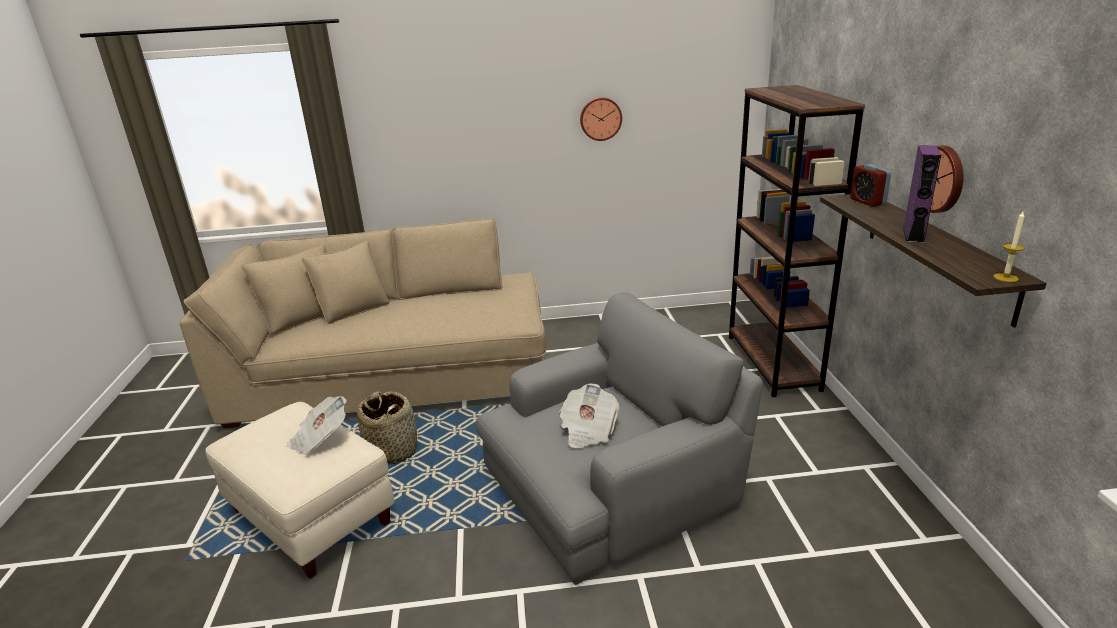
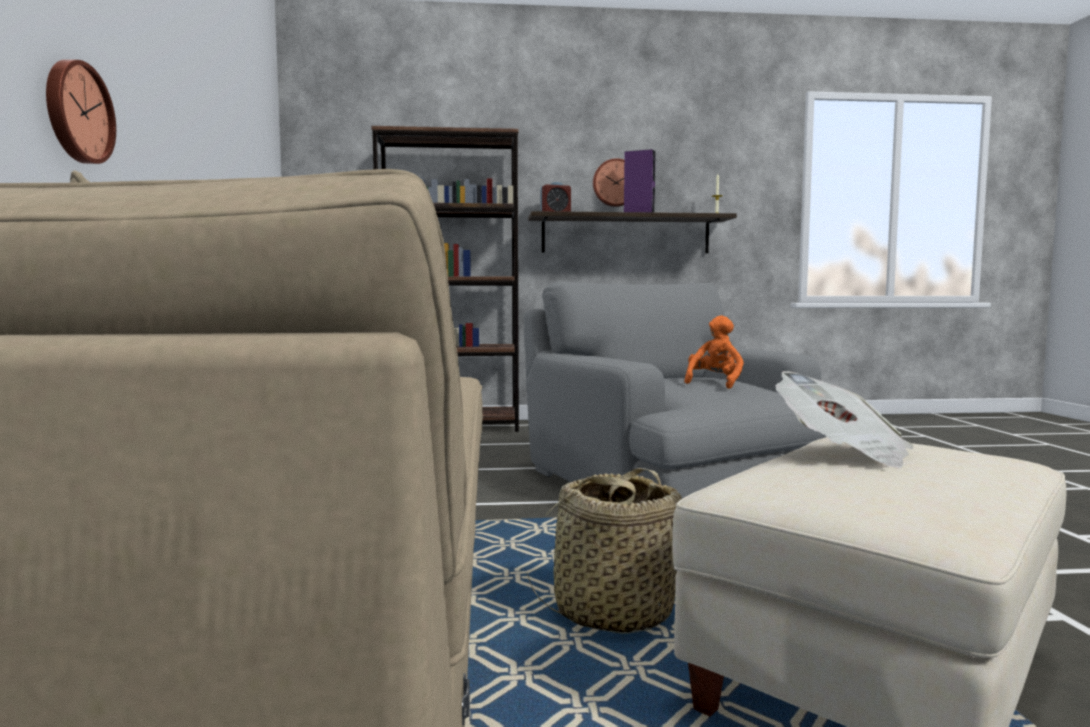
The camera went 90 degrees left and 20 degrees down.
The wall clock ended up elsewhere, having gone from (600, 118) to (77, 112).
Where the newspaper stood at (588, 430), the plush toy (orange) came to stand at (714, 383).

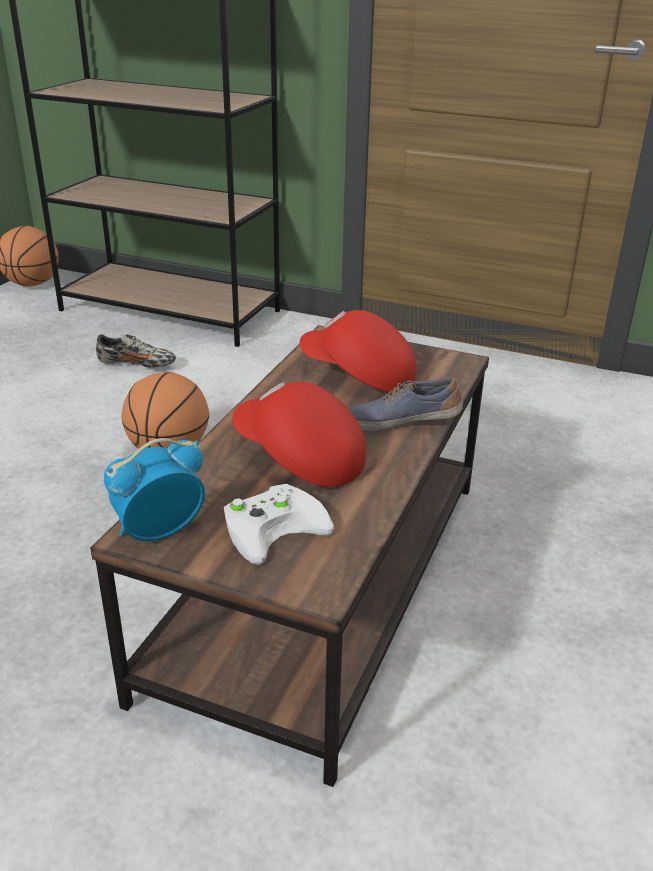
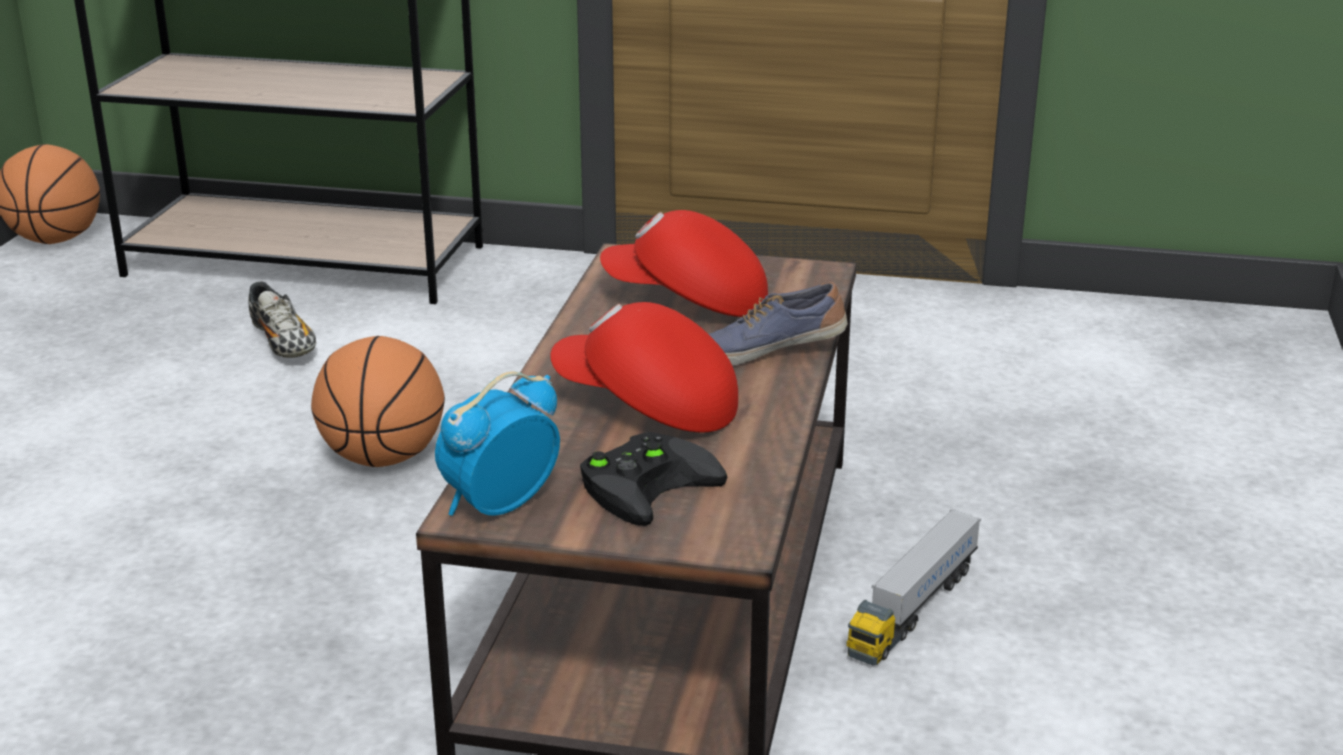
The camera went 10 degrees left and 5 degrees down.
The shoe at (137, 365) ended up facing another way, 60 degrees clockwise from before.
What was the game controller (white) at (275, 525) turned into the game controller (black) at (647, 483).
The second view gained the toy truck at (913, 609).

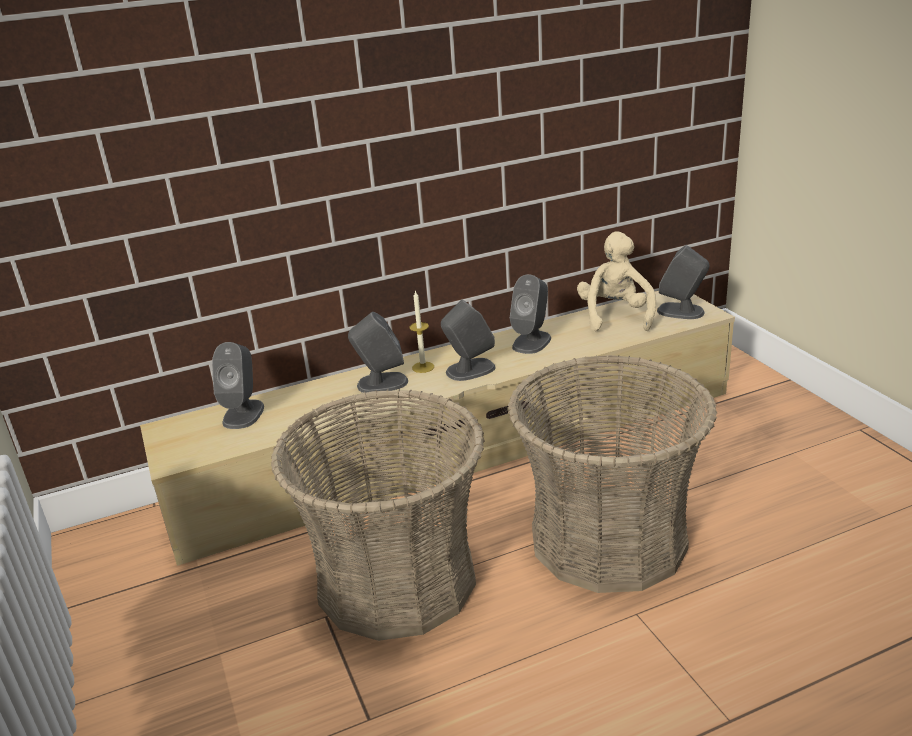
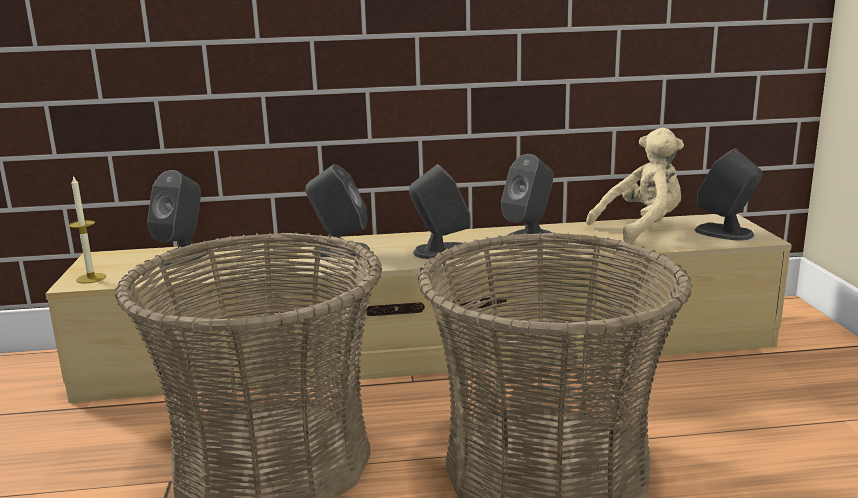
The camera went 15 degrees right and 10 degrees down.
The candle ended up elsewhere, having gone from (423, 367) to (91, 278).
The plush toy (beige) at (615, 316) ended up facing another way, 45 degrees clockwise from before.

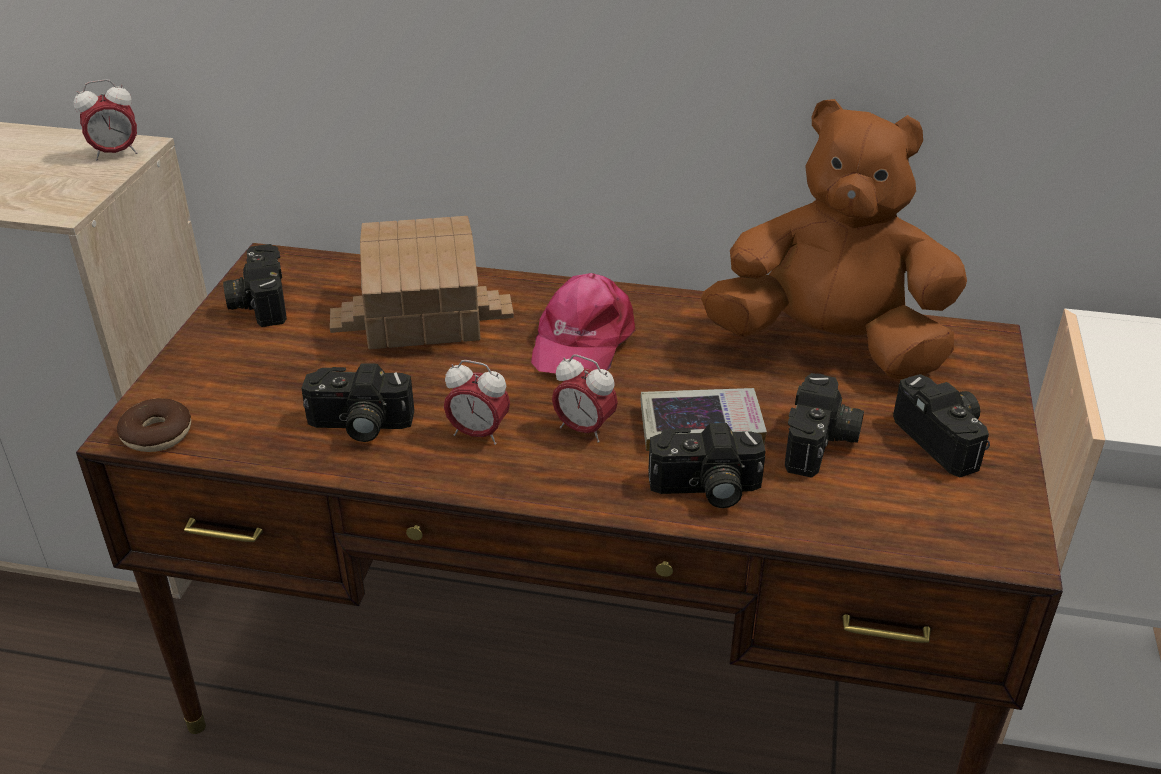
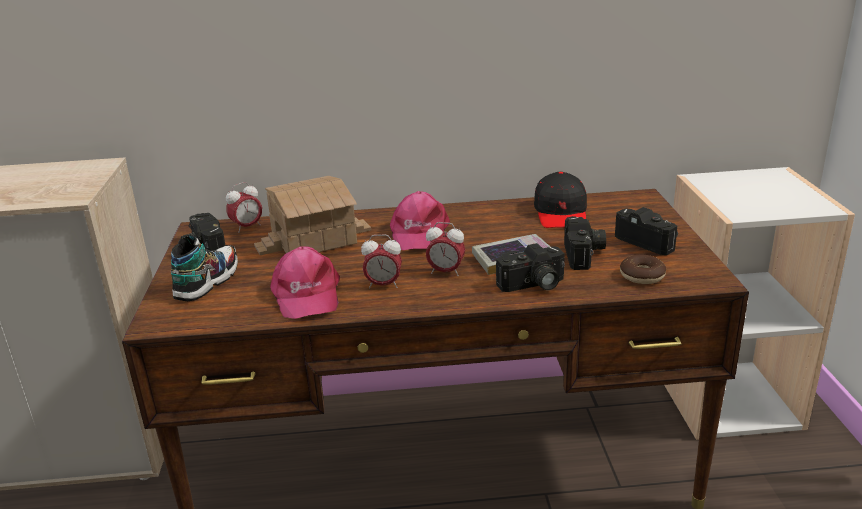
The camera went 15 degrees left and 10 degrees down.
The second view gained the shoe at (207, 282).
The alarm clock ended up elsewhere, having gone from (116, 153) to (247, 227).
Where the photo camera stood at (358, 426), the cap (pink) came to stand at (306, 294).
Where the plush toy (brown) stood at (829, 346), the cap (black) came to stand at (561, 213).
The donut ended up elsewhere, having gone from (157, 434) to (642, 276).

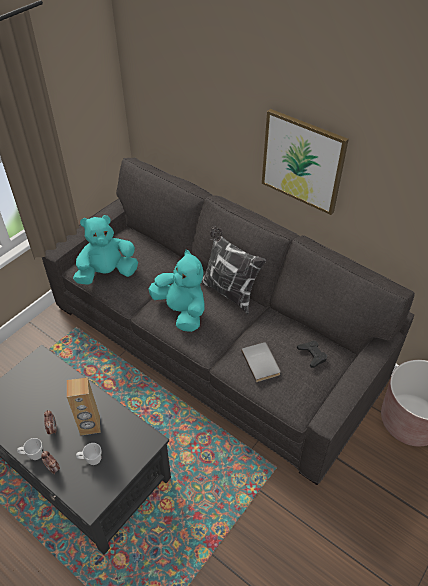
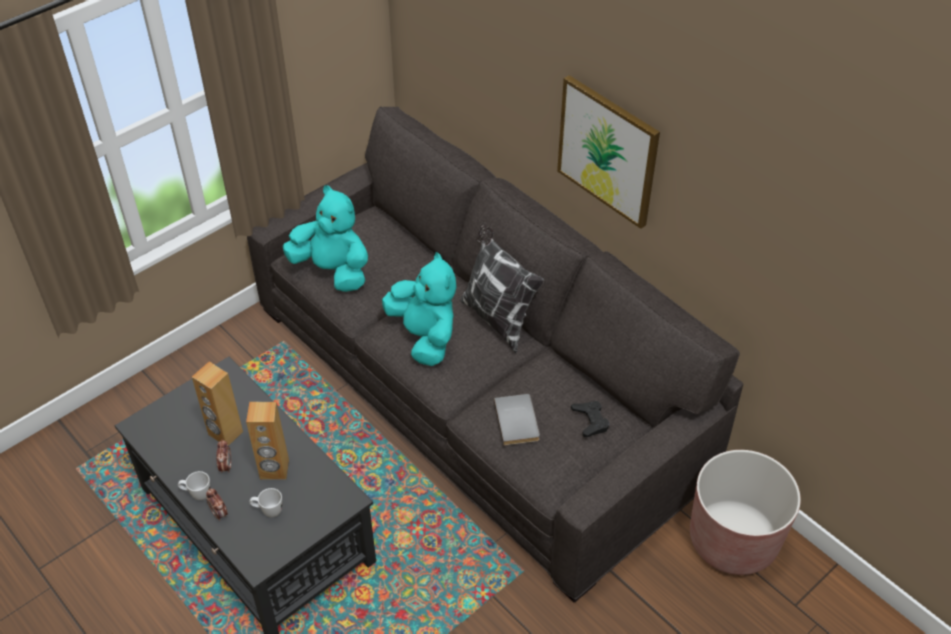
The camera went 10 degrees right and 0 degrees up.
The second view gained the speaker (brown) at (225, 433).
The plush toy (turquoise) at (107, 273) ended up facing another way, 45 degrees clockwise from before.

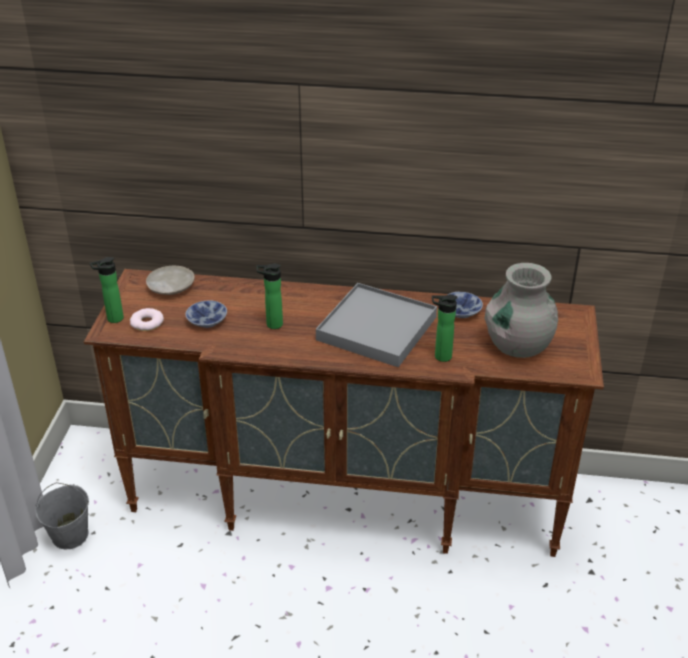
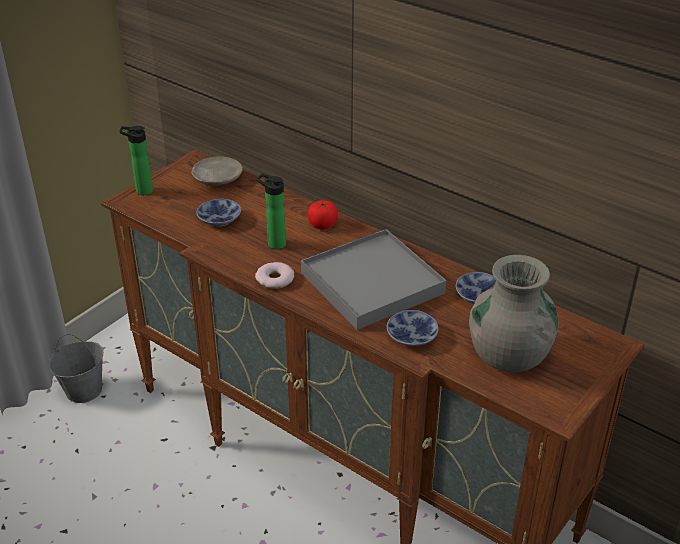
The camera went 30 degrees right and 0 degrees up.
The donut ended up elsewhere, having gone from (147, 323) to (274, 279).
The second view gained the tomato at (322, 225).
Where the bottle stood at (440, 356), the bowl came to stand at (411, 335).

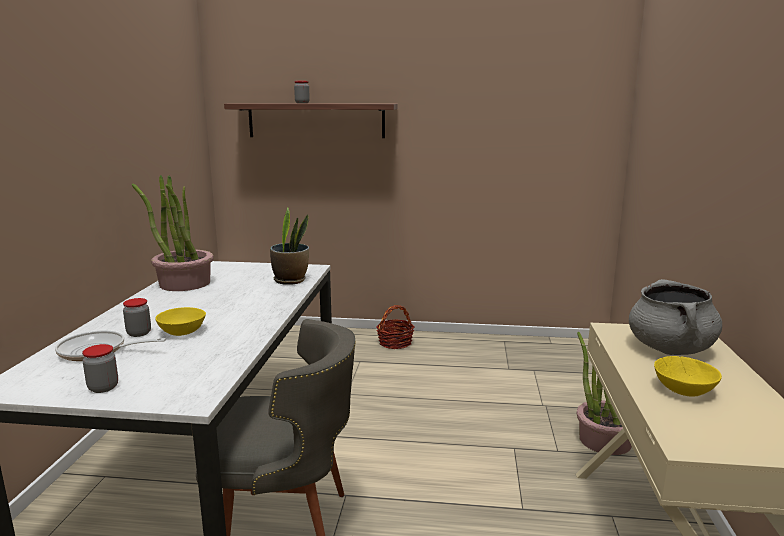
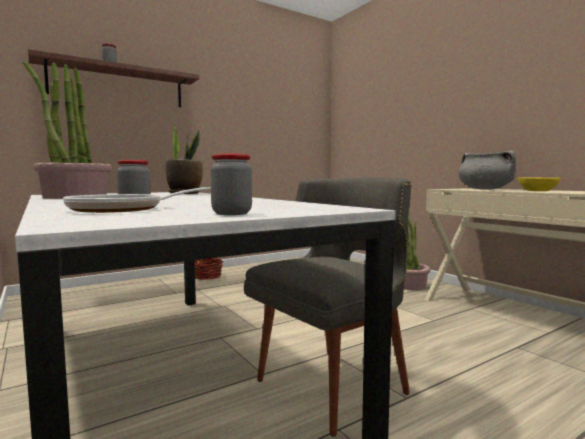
The camera went 40 degrees left and 10 degrees down.
The second view lost the bowl (yellow) at (181, 332).

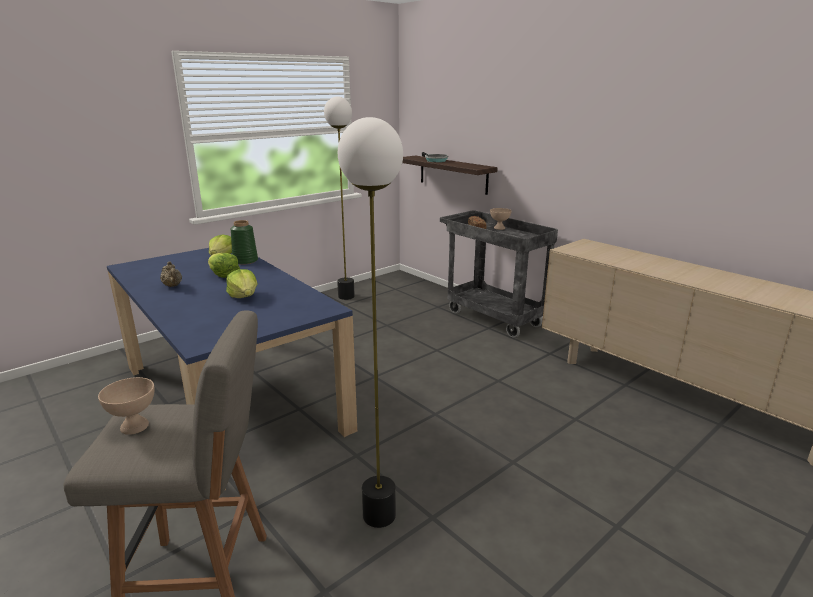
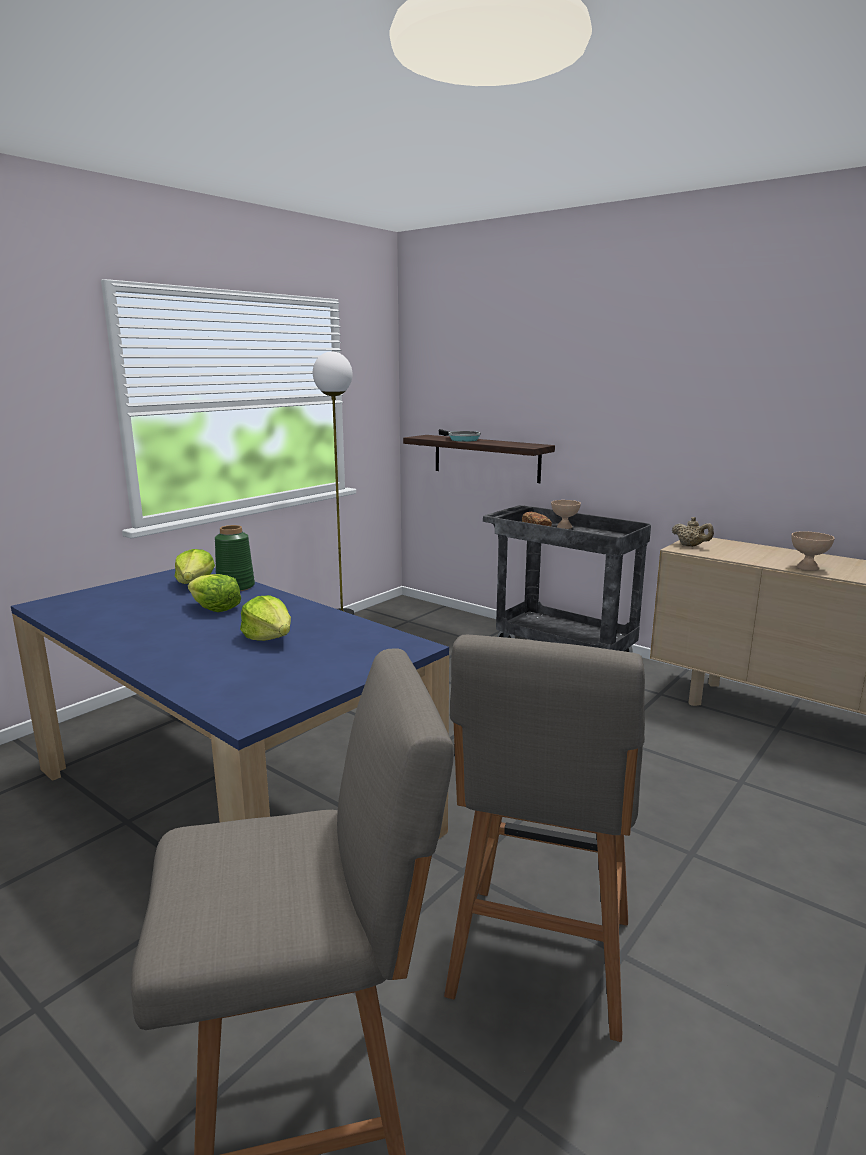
The camera went 10 degrees left and 5 degrees down.
Where the floor lamp stood at (378, 515), the stool (grey) came to stand at (540, 962).
The teapot (beige) ended up elsewhere, having gone from (173, 286) to (691, 546).
The bowl (beige) ended up elsewhere, having gone from (133, 427) to (807, 568).

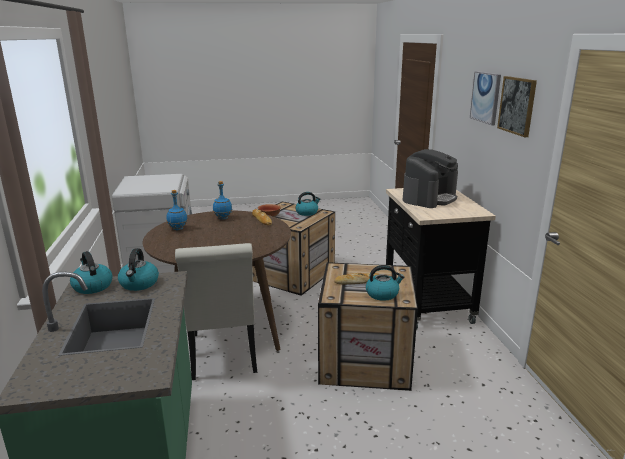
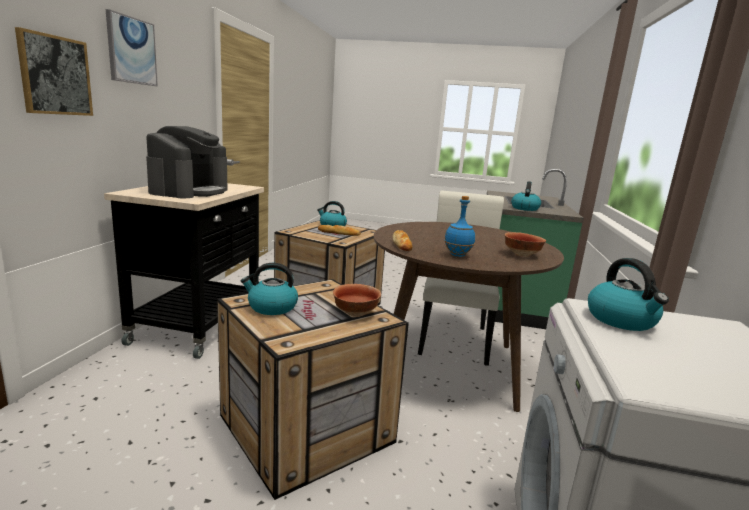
The camera went 160 degrees left and 5 degrees down.
The picture ended up elsewhere, having gone from (517, 105) to (55, 75).
The coffee machine at (429, 198) ended up facing another way, 135 degrees clockwise from before.
Where the bottle (blue) stood at (178, 229), the bowl came to stand at (521, 254).
The kettle ended up elsewhere, having gone from (92, 286) to (622, 320).

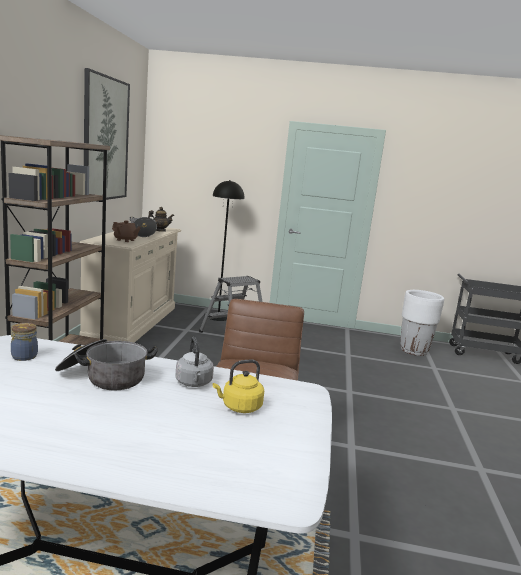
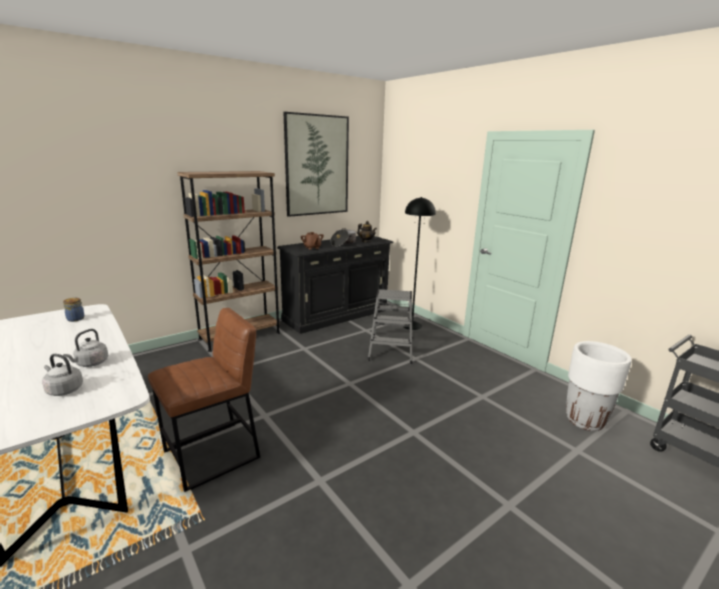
The camera went 45 degrees right and 5 degrees up.
What was the kettle (yellow) at (239, 407) turned into the kettle (grey) at (63, 390).
What was the cabinet (beige) at (132, 322) turned into the cabinet (black) at (337, 315).
The second view lost the cooking pot at (104, 377).

